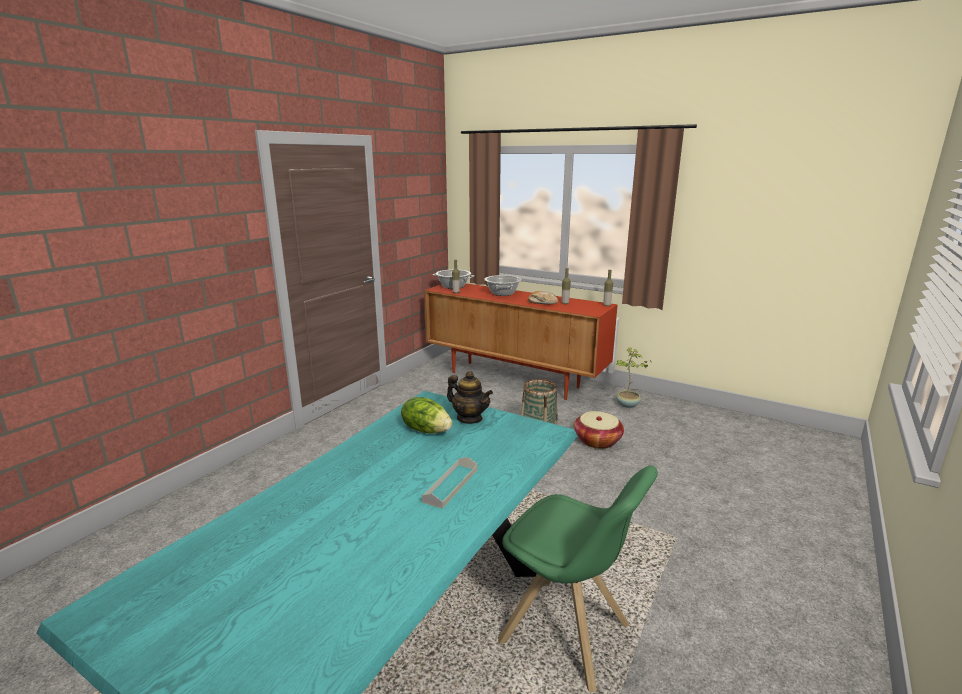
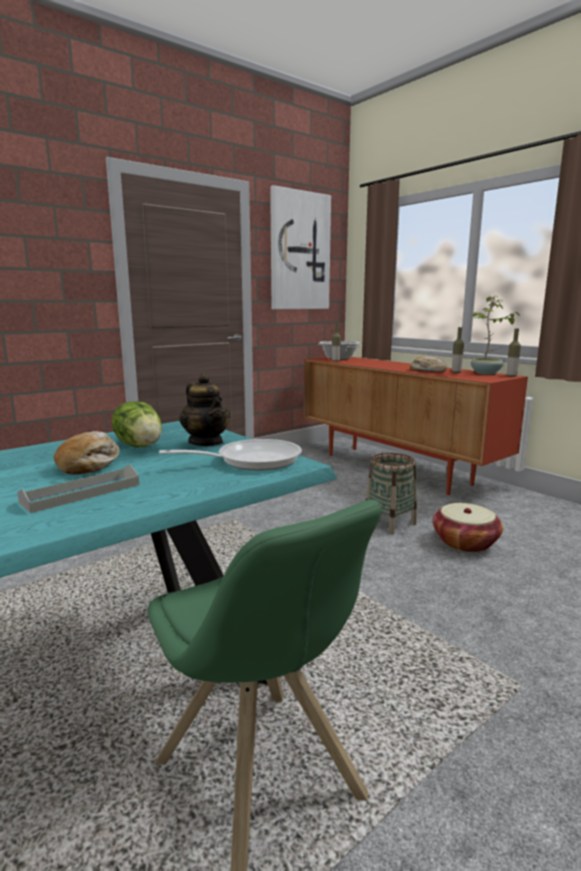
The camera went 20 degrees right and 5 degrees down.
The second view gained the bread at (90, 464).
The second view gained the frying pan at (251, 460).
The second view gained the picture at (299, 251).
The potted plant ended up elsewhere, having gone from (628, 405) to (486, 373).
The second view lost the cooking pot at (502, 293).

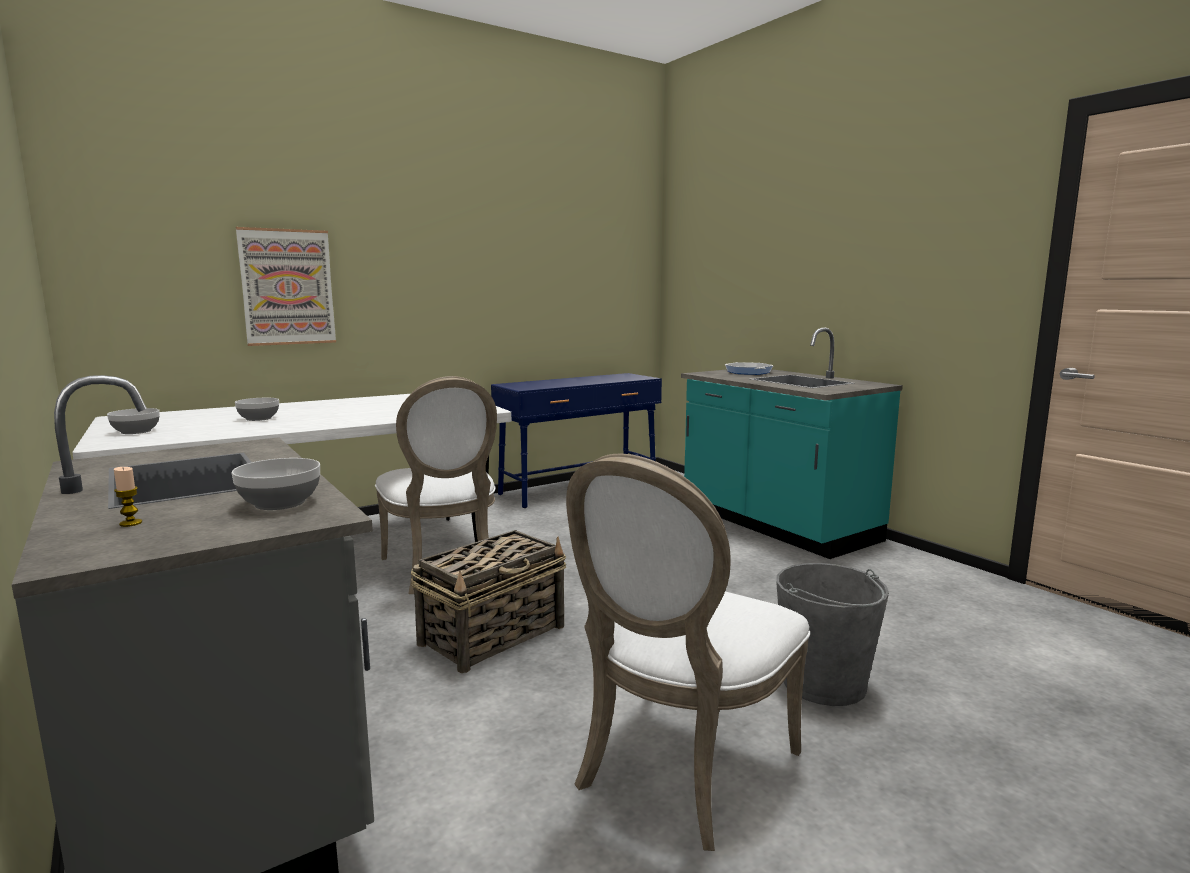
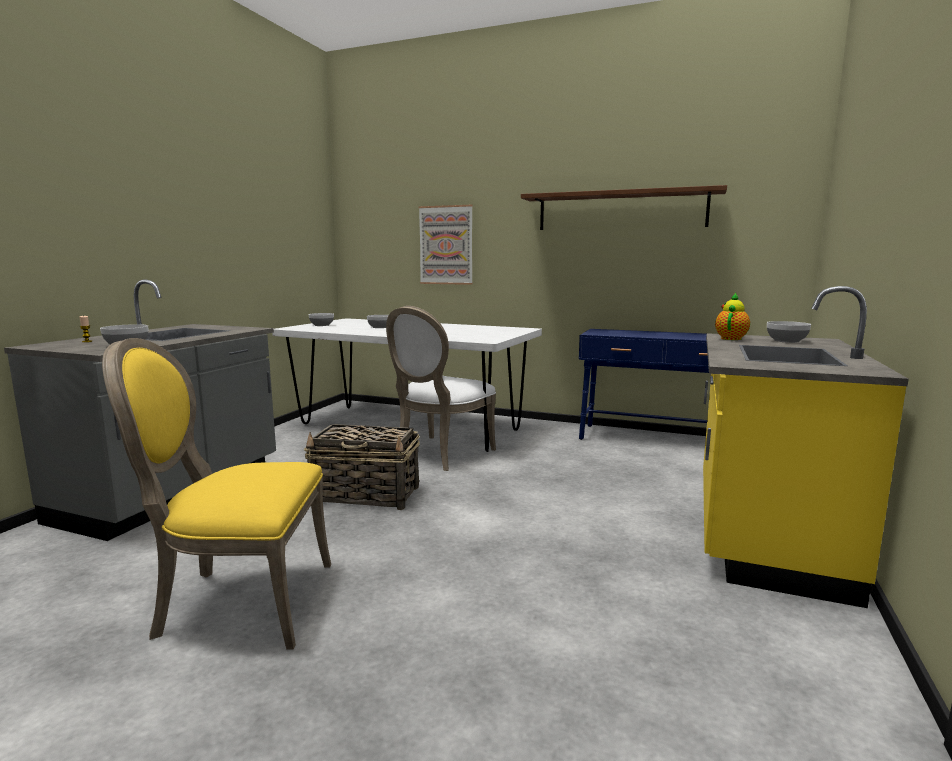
The camera went 55 degrees right and 0 degrees up.
What was the chair (white) at (678, 770) turned into the chair (yellow) at (239, 602).
The second view gained the shelf (brown) at (621, 211).
What was the counter (turquoise) at (776, 525) turned into the counter (yellow) at (763, 533).
The second view gained the teapot at (731, 338).
Where the frying pan stood at (748, 372), the bowl came to stand at (787, 341).
The second view lost the bucket (grey) at (824, 683).

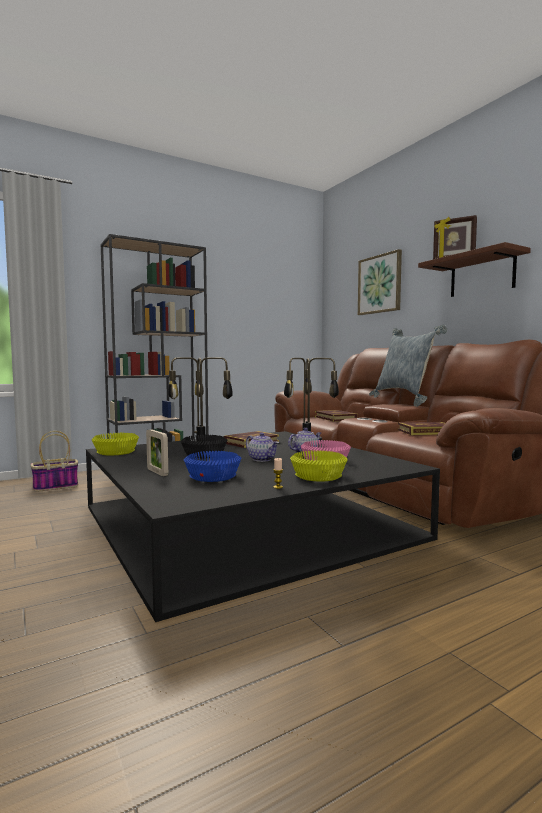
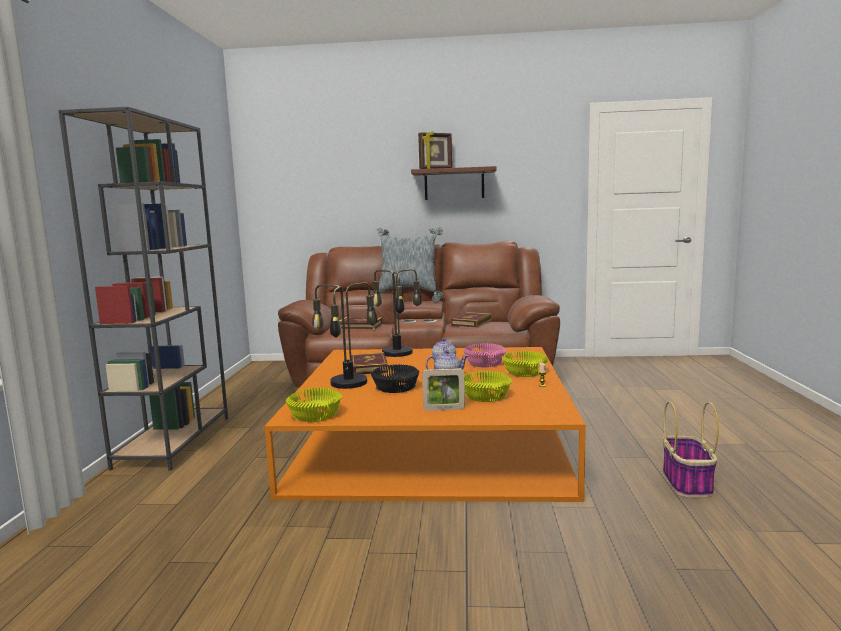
The camera went 55 degrees left and 5 degrees up.
What was the coffee table (black) at (246, 522) turned into the coffee table (orange) at (433, 439).
What was the bowl (blue) at (212, 476) turned into the bowl (yellow) at (486, 396).
The basket ended up elsewhere, having gone from (55, 487) to (687, 483).
The second view lost the picture at (380, 284).

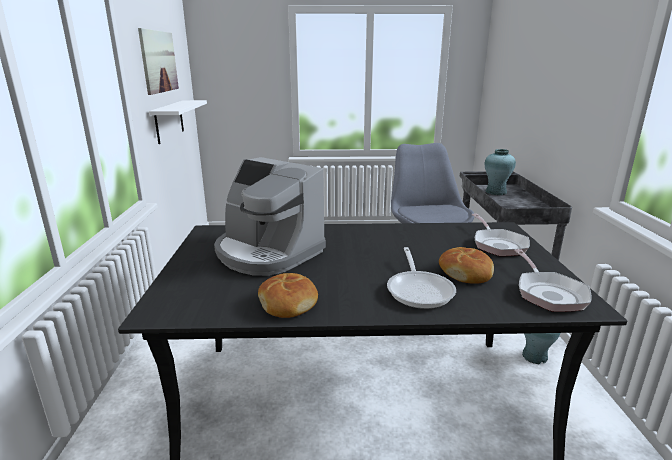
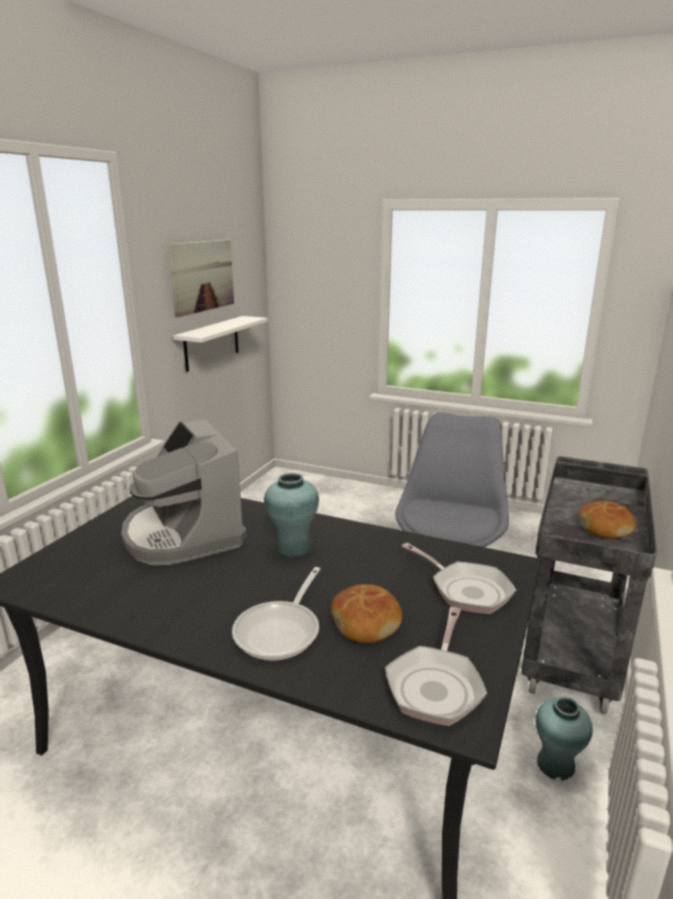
The camera went 25 degrees right and 0 degrees up.
The vase (turquoise) ended up elsewhere, having gone from (496, 192) to (293, 548).
The frying pan at (498, 244) ended up facing another way, 60 degrees counterclockwise from before.
The bread ended up elsewhere, having gone from (288, 303) to (605, 527).

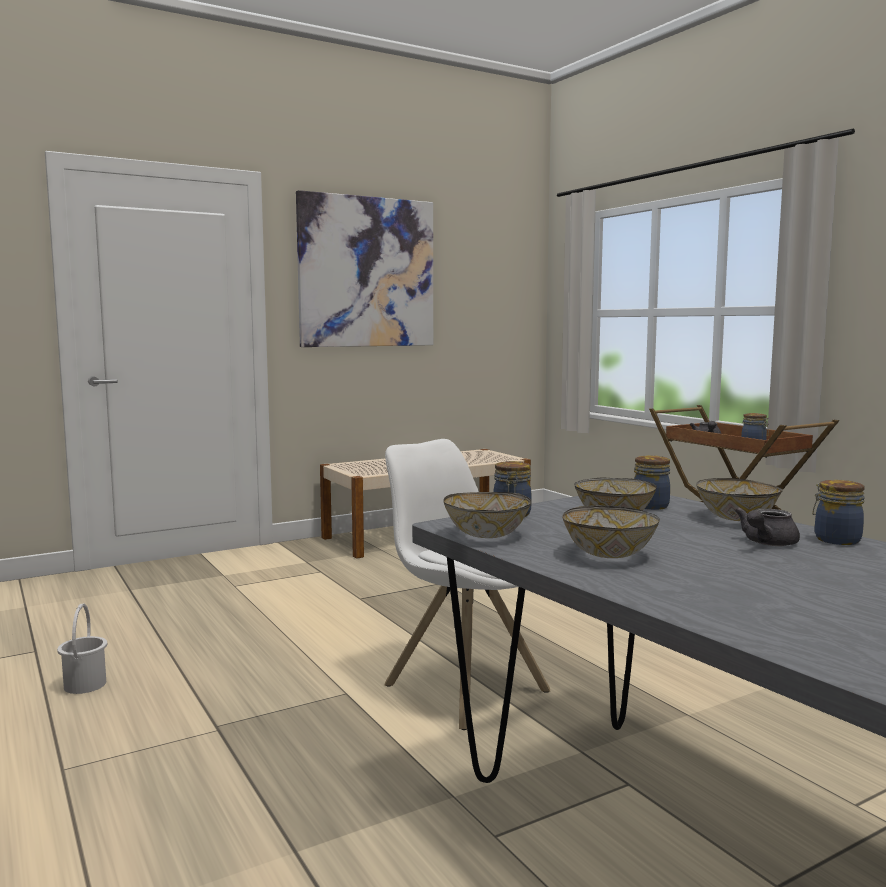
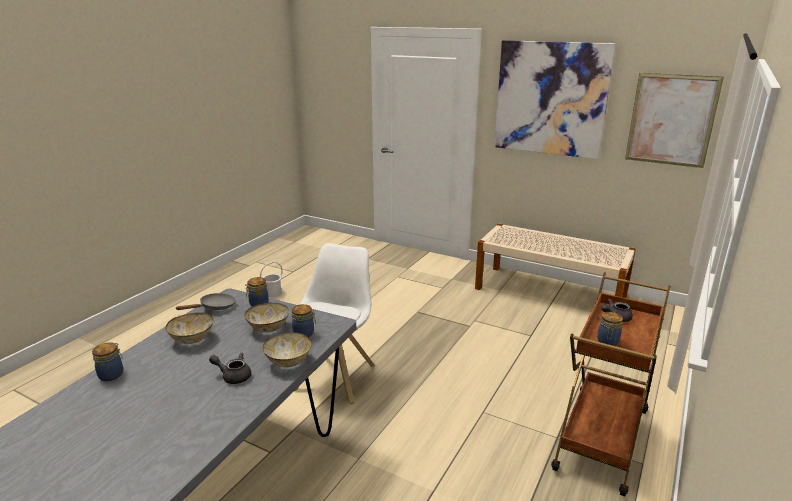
The camera went 60 degrees right and 15 degrees up.
The jar ended up elsewhere, having gone from (835, 539) to (112, 374).
Where the bowl stood at (488, 535), the frying pan (grey) came to stand at (214, 307).
The second view gained the picture at (671, 120).

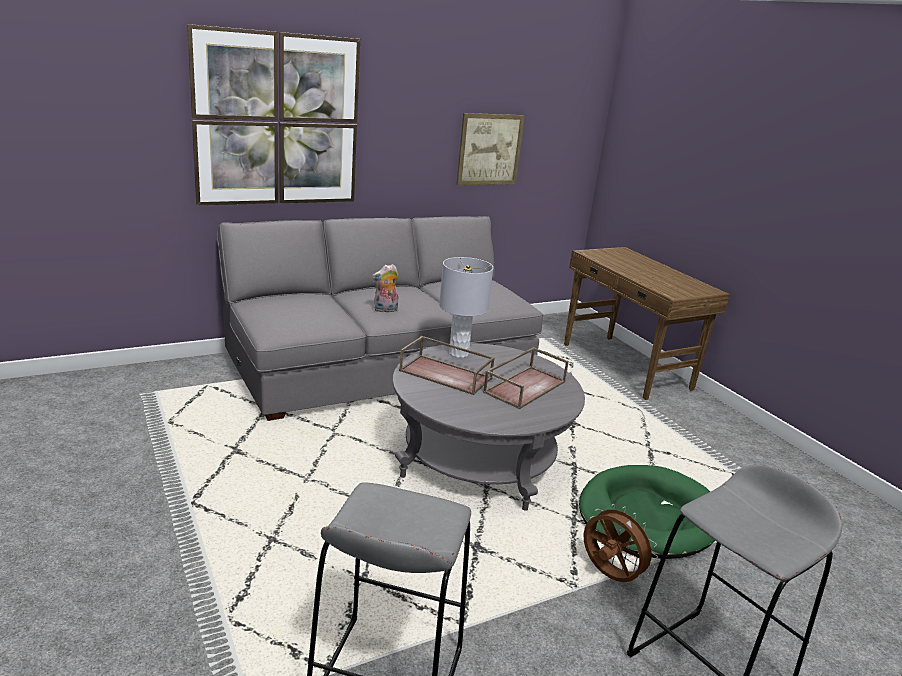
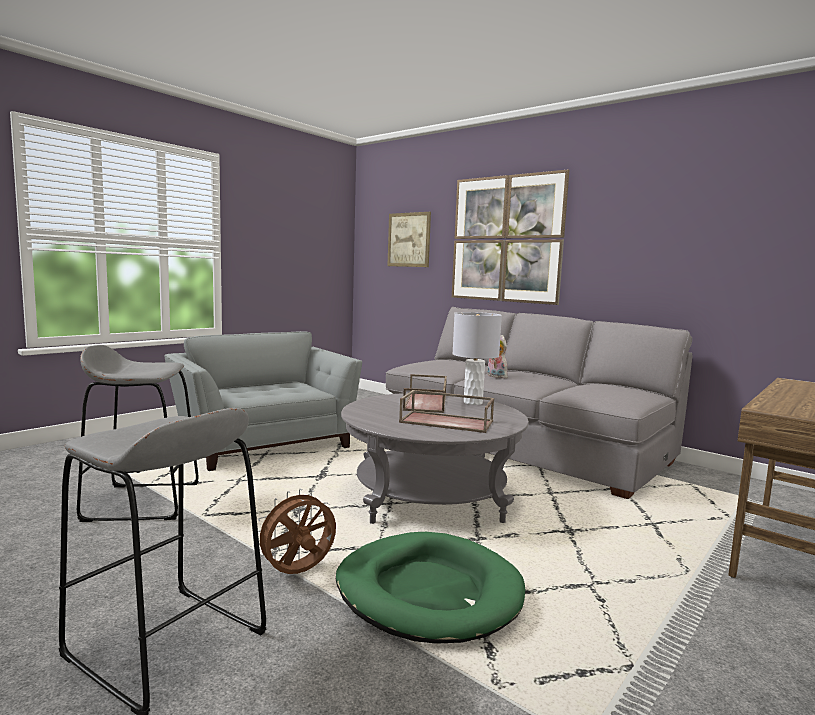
The camera went 70 degrees right and 15 degrees down.
The second view gained the armchair (grey) at (264, 443).
The fan (brown) at (608, 576) ended up facing another way, 150 degrees counterclockwise from before.
The picture ended up elsewhere, having gone from (489, 149) to (409, 239).

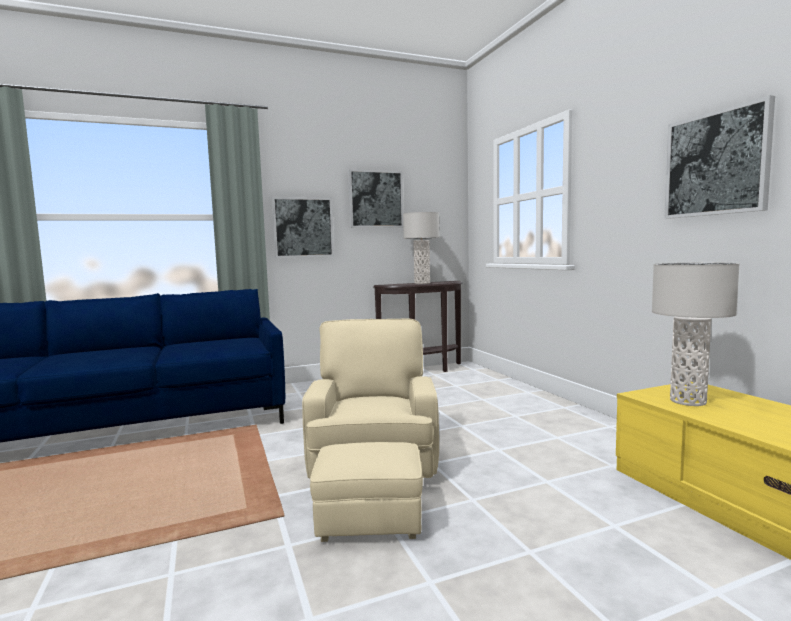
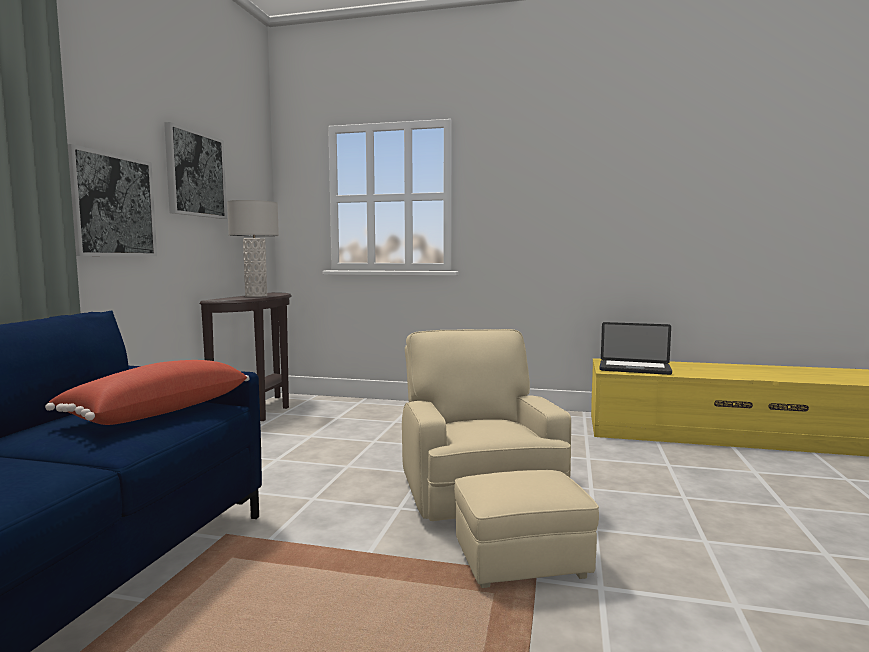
The camera went 55 degrees left and 0 degrees up.
The second view gained the pillow (red) at (157, 412).
The armchair (beige) at (373, 471) ended up facing another way, 45 degrees clockwise from before.
Where the table lamp (white) stood at (688, 401), the laptop came to stand at (634, 369).
The second view lost the picture at (716, 163).

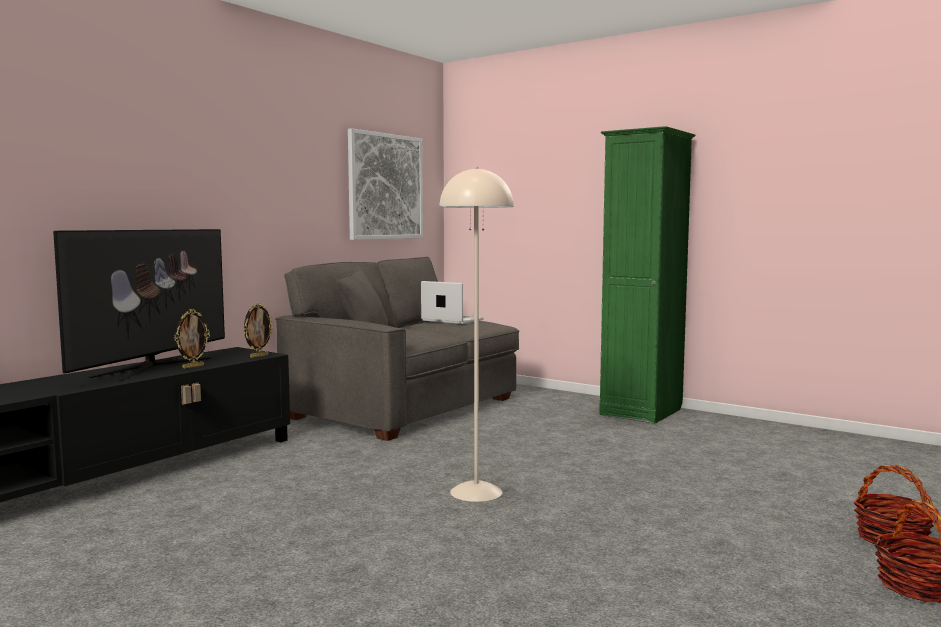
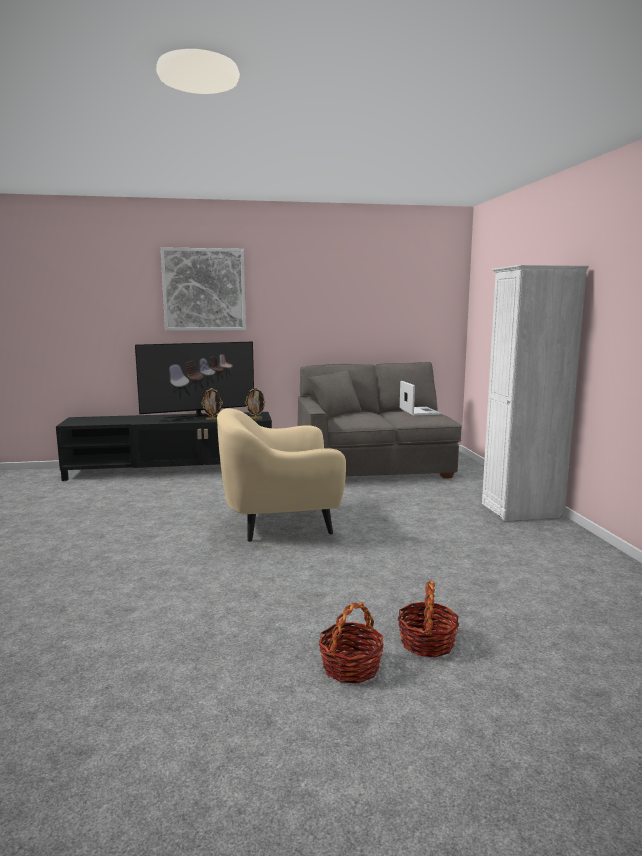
The camera went 45 degrees right and 5 degrees up.
The picture ended up elsewhere, having gone from (385, 186) to (204, 290).
Where the floor lamp (beige) stood at (475, 492), the armchair (beige) came to stand at (280, 523).
What was the cabinet (green) at (641, 412) turned into the cabinet (white) at (521, 511).

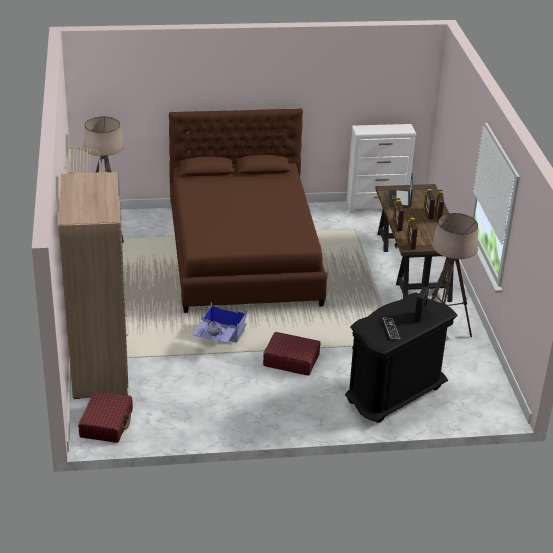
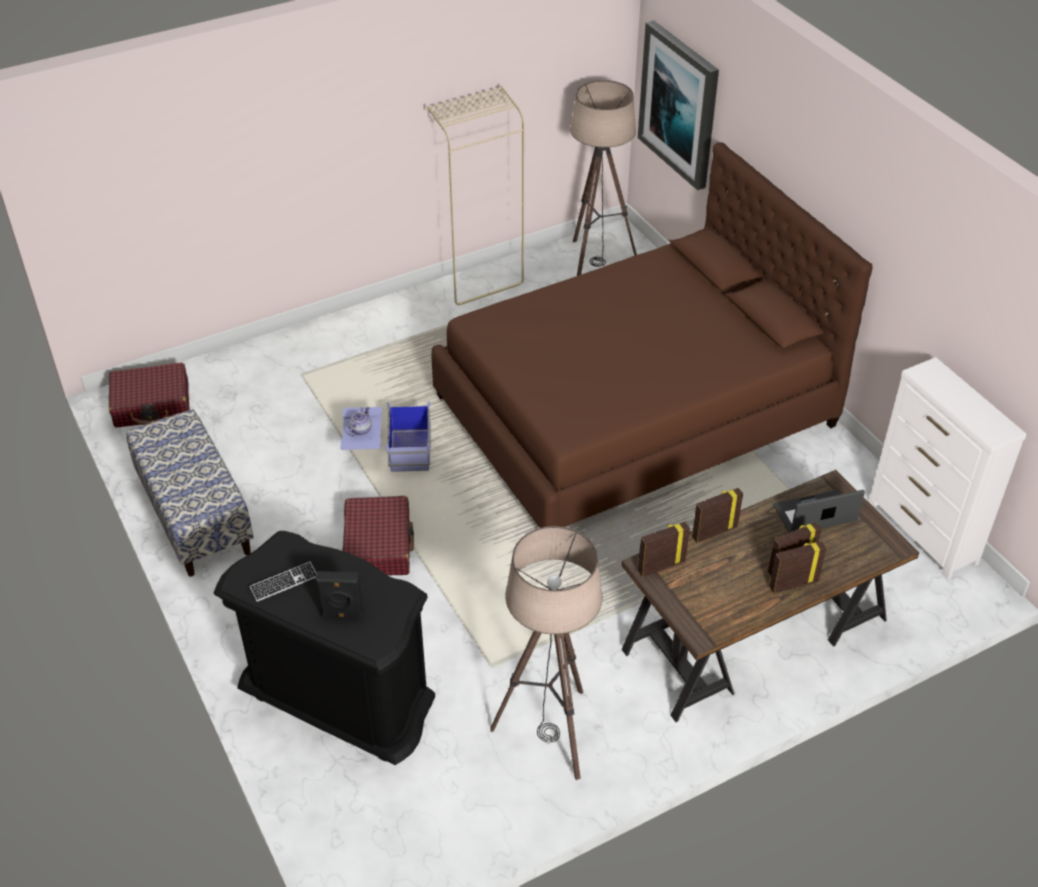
The camera went 70 degrees right and 10 degrees up.
The second view gained the bench at (195, 517).
The second view gained the picture at (679, 104).
The second view lost the wardrobe (beige) at (100, 367).

